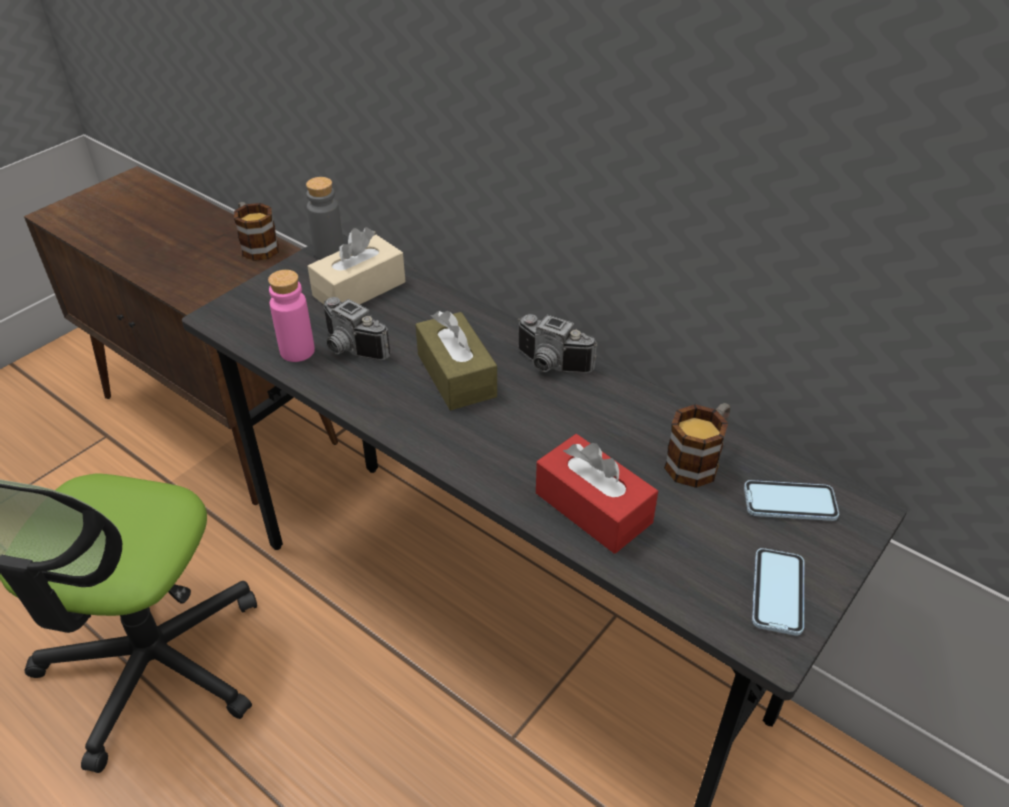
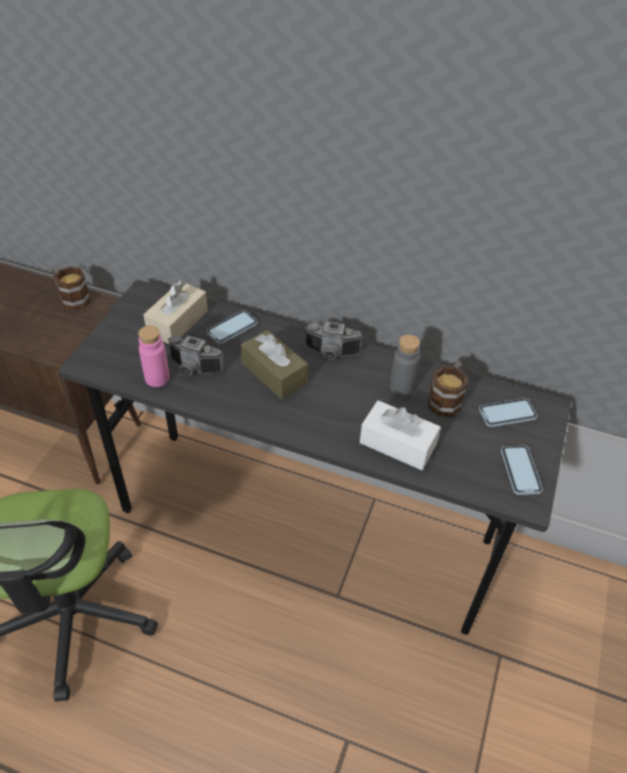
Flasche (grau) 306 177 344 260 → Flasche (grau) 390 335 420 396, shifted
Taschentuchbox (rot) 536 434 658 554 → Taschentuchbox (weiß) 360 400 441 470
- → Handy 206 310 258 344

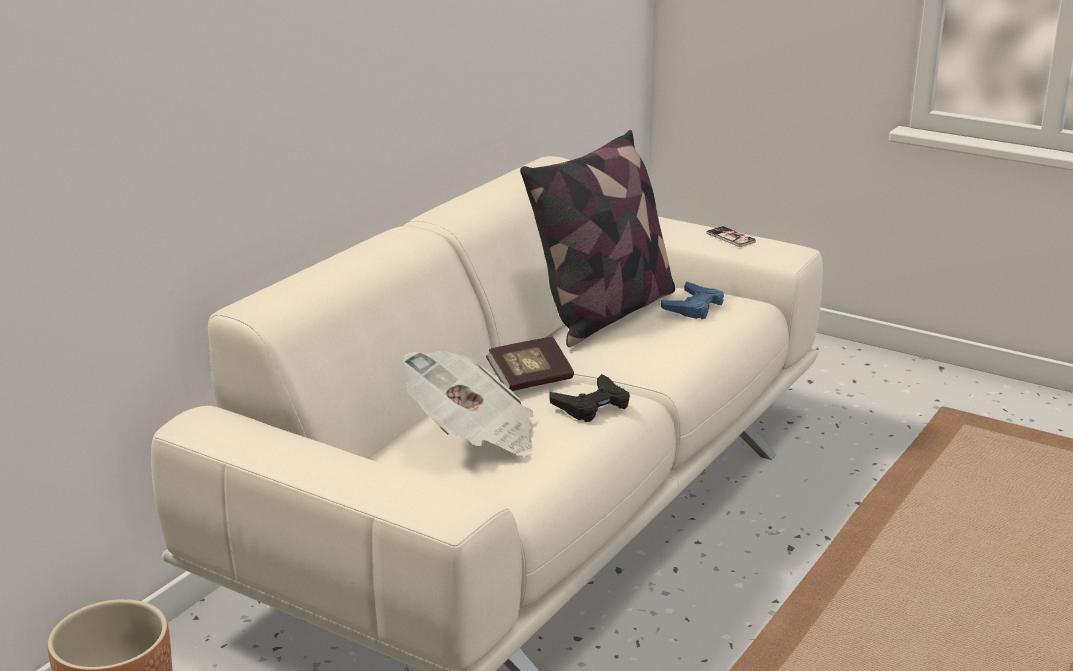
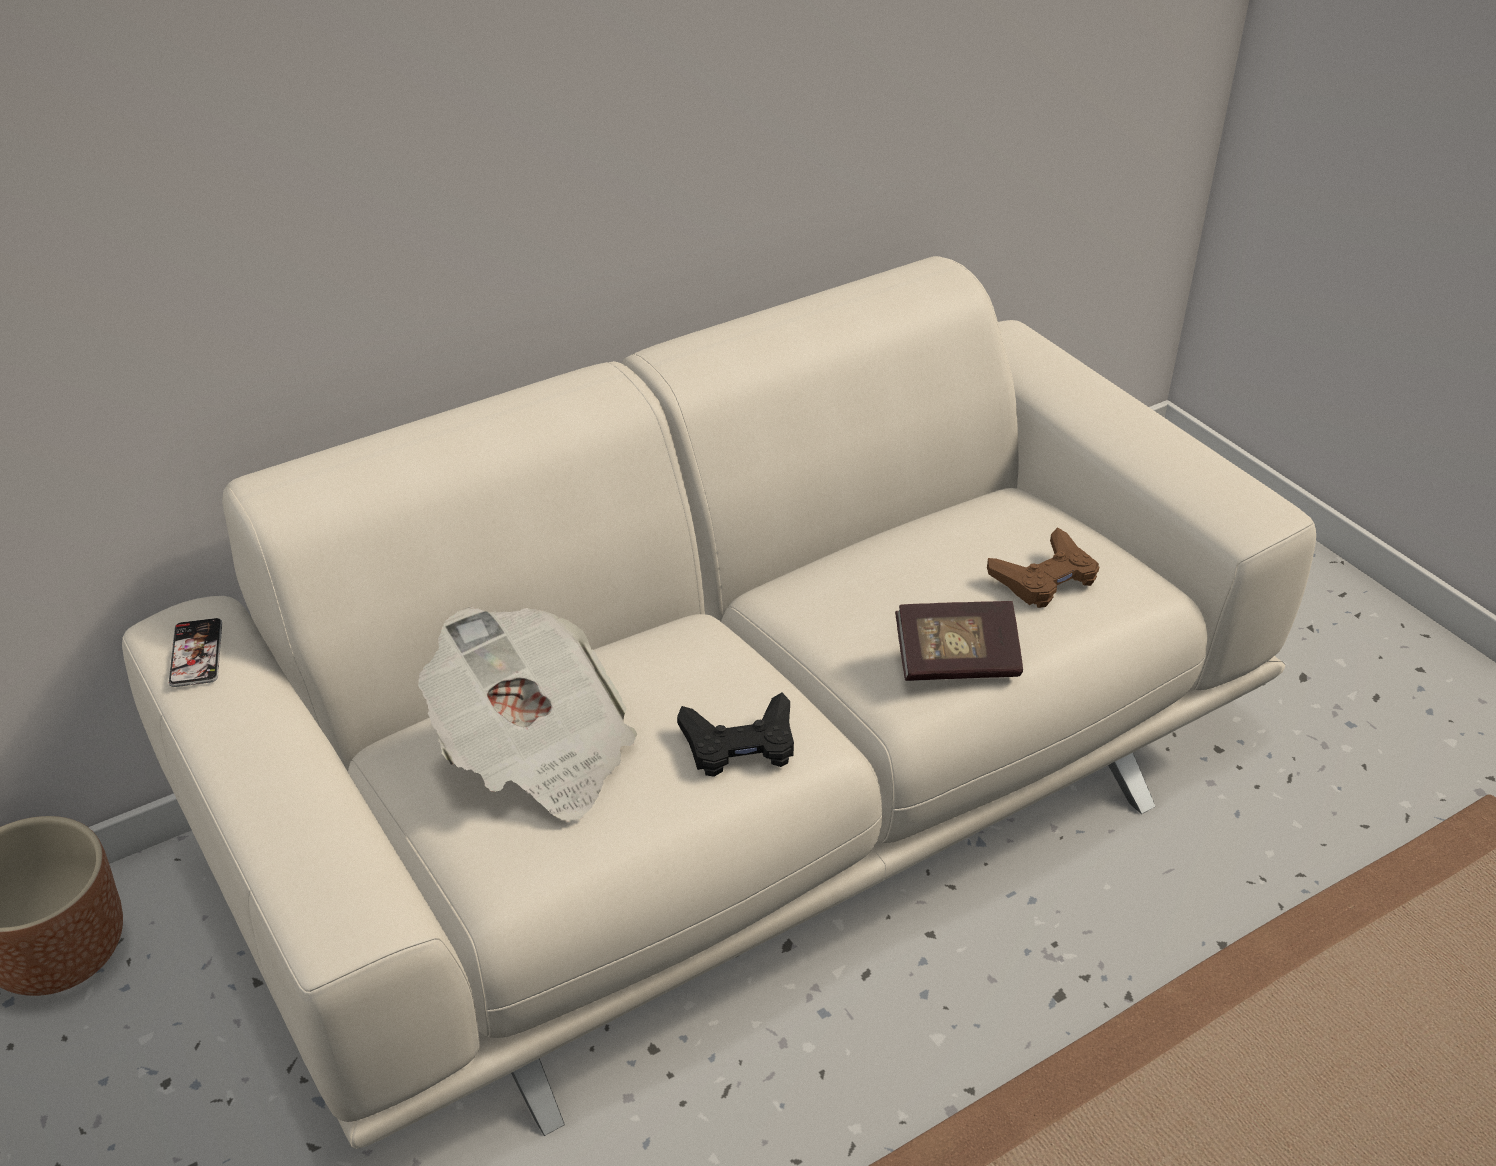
Kissen 520 130 675 347 → -
Handy 706 226 756 247 → Handy 169 618 222 687, shifted
Gamepad (blau) 661 282 724 319 → Gamepad (braun) 987 527 1099 608
Buch 486 336 574 391 → Buch 895 601 1023 681, shifted

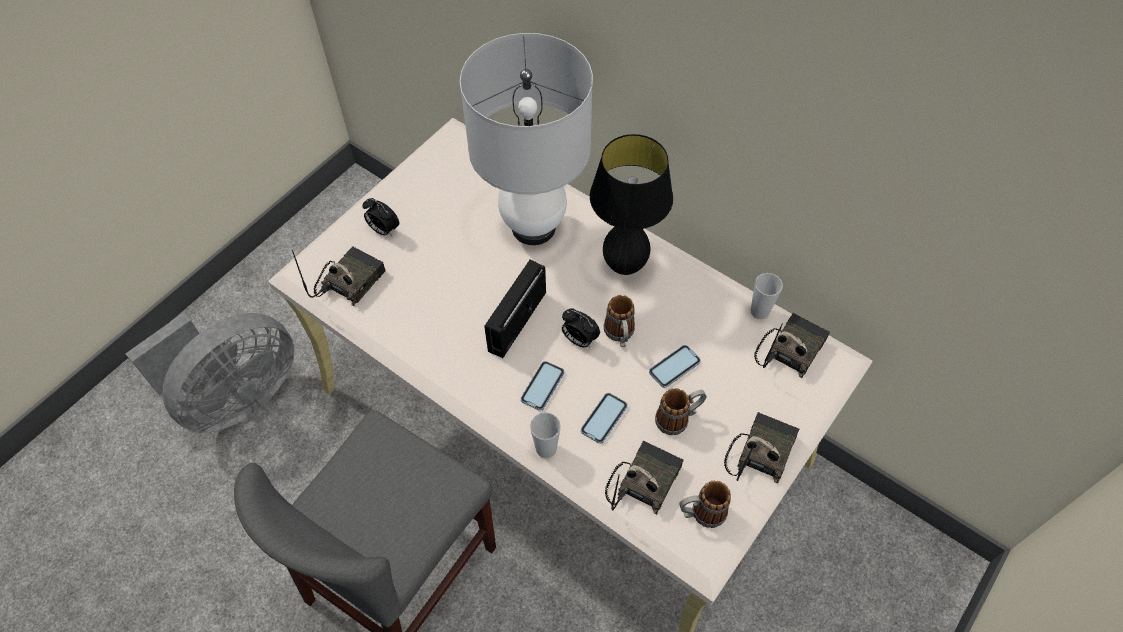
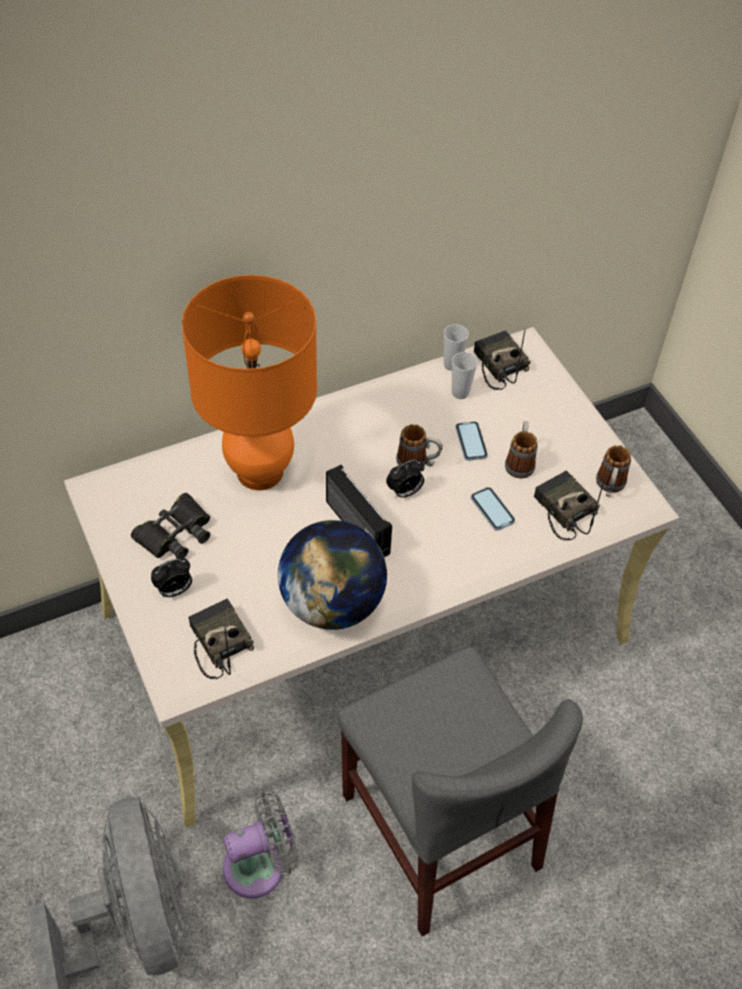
Tischlampe (weiß) 460 33 593 245 → Tischlampe (orange) 182 275 317 490
Tischlampe (schwarz) 590 134 673 275 → -
Handy 521 361 564 411 → -
Tasse 530 412 561 458 → Tasse 452 352 477 399, shifted
Radio 724 412 799 483 → -
- → Fernglas (schwarz) 131 493 210 558
- → Globus 278 520 387 630
- → Ventilator (grau) 223 790 299 898

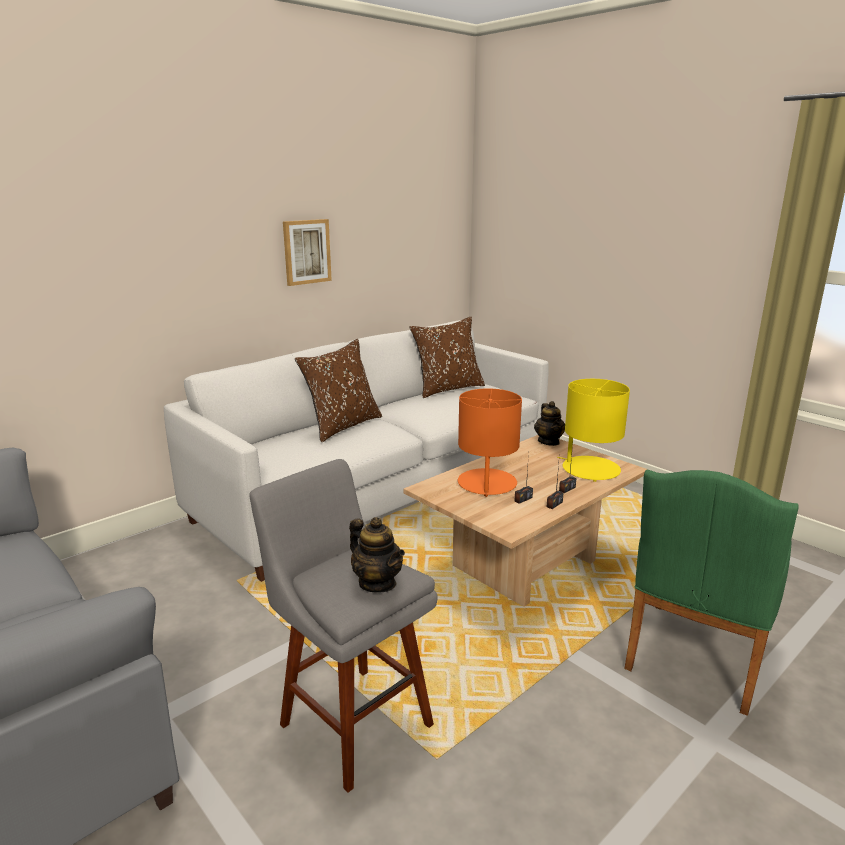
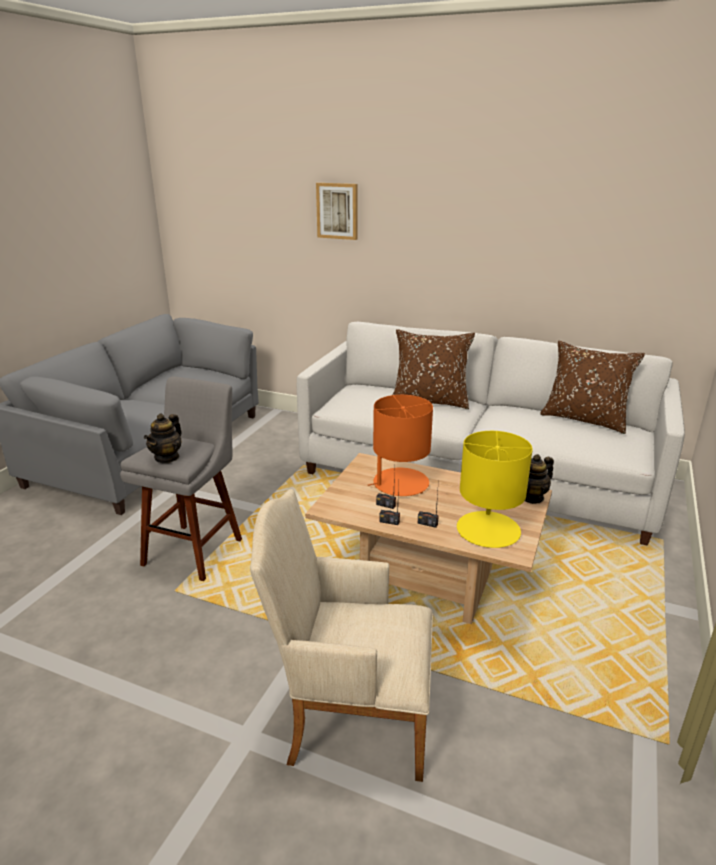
Bild 283 219 332 286 → Bild 316 183 357 240, shifted
Sessel (grün) 624 470 799 716 → Sessel (beige) 250 489 433 782

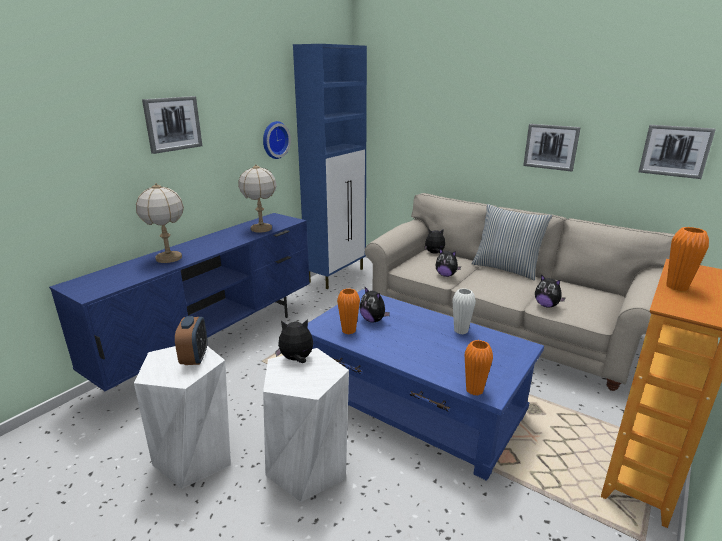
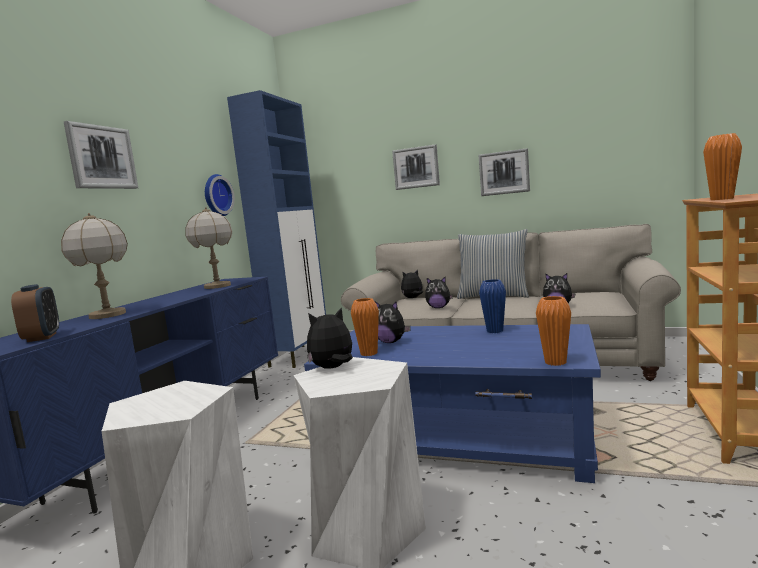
Bild 639 125 716 179 → Bild 392 144 440 190, shifted
Vase (weiß) 452 288 476 334 → Vase (blau) 479 279 506 333
Wecker 175 316 208 365 → Wecker 11 284 59 342, shifted

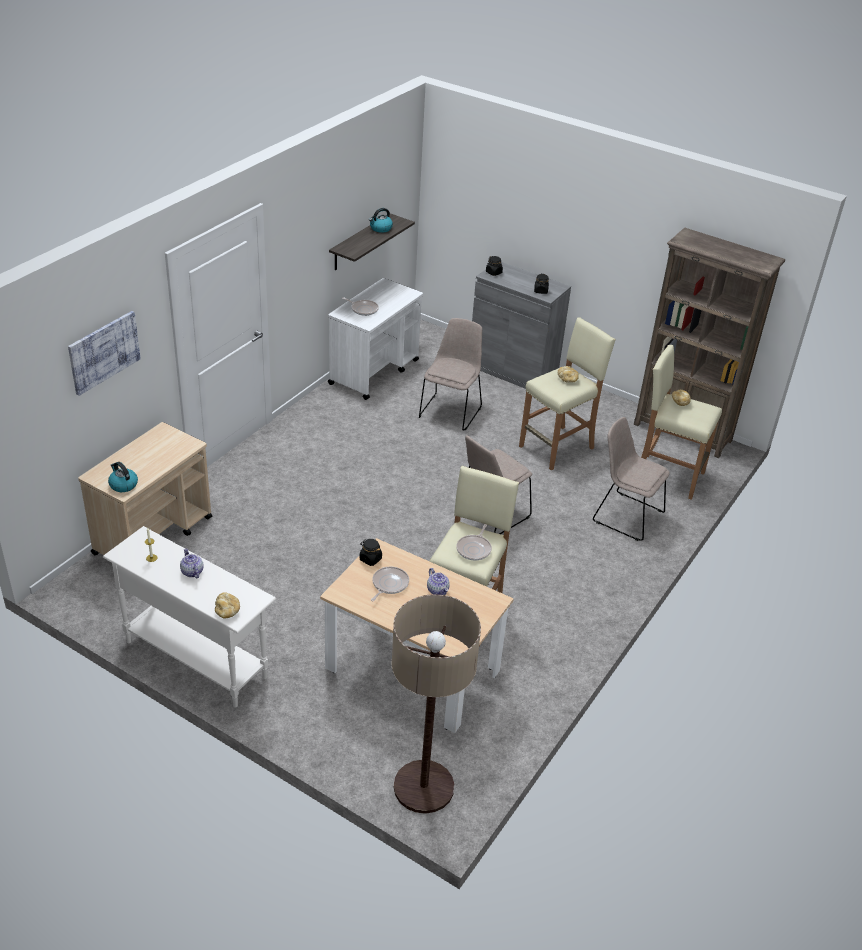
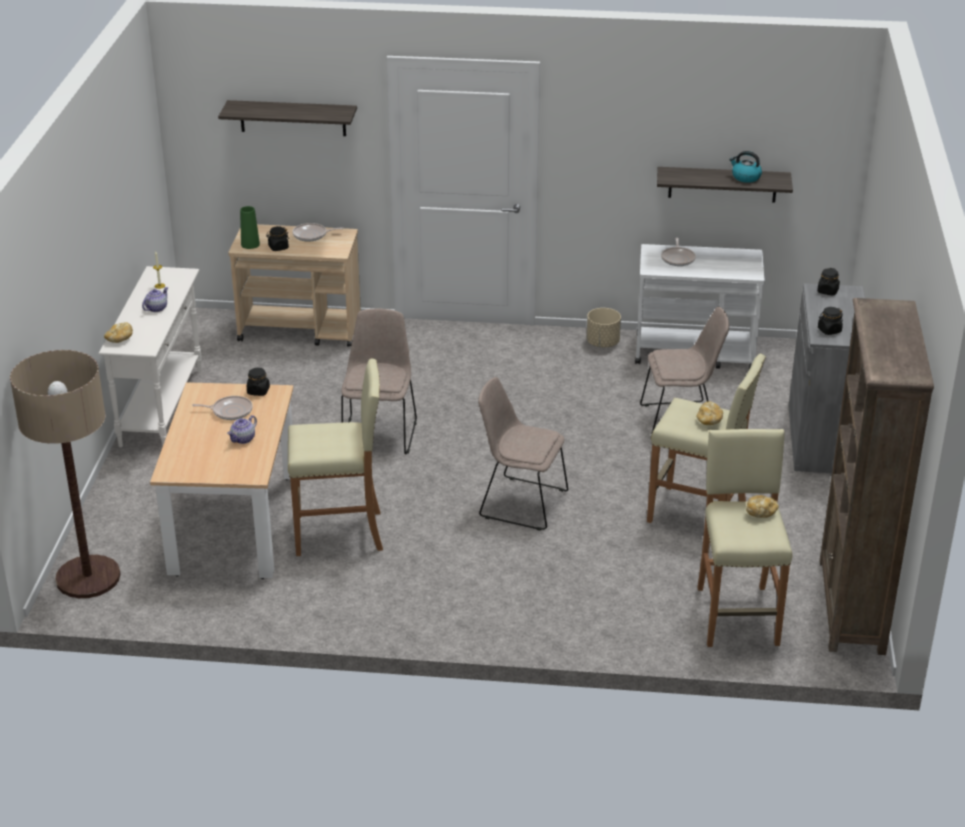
Bild 68 311 141 396 → Wandregal 218 100 357 136
Stuhl (beige) 593 417 670 541 → Stuhl (beige) 341 309 417 454, shifted
Wasserkessel 108 462 138 492 → Vase (grün) 240 206 260 249
Pfanne 456 524 492 561 → Pfanne 292 223 344 242, shifted
- → Vorratsglas (schwarz) 266 226 289 251
- → Pflanzkübel (beige) 587 308 621 347

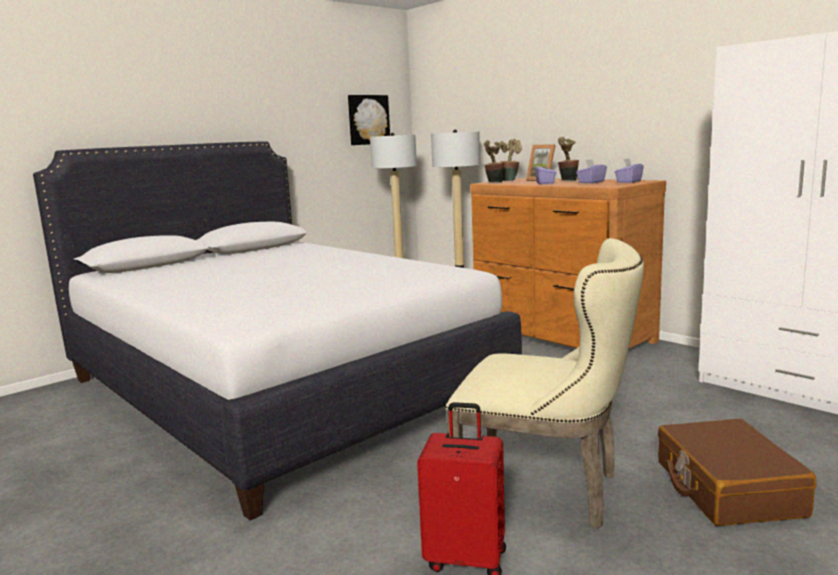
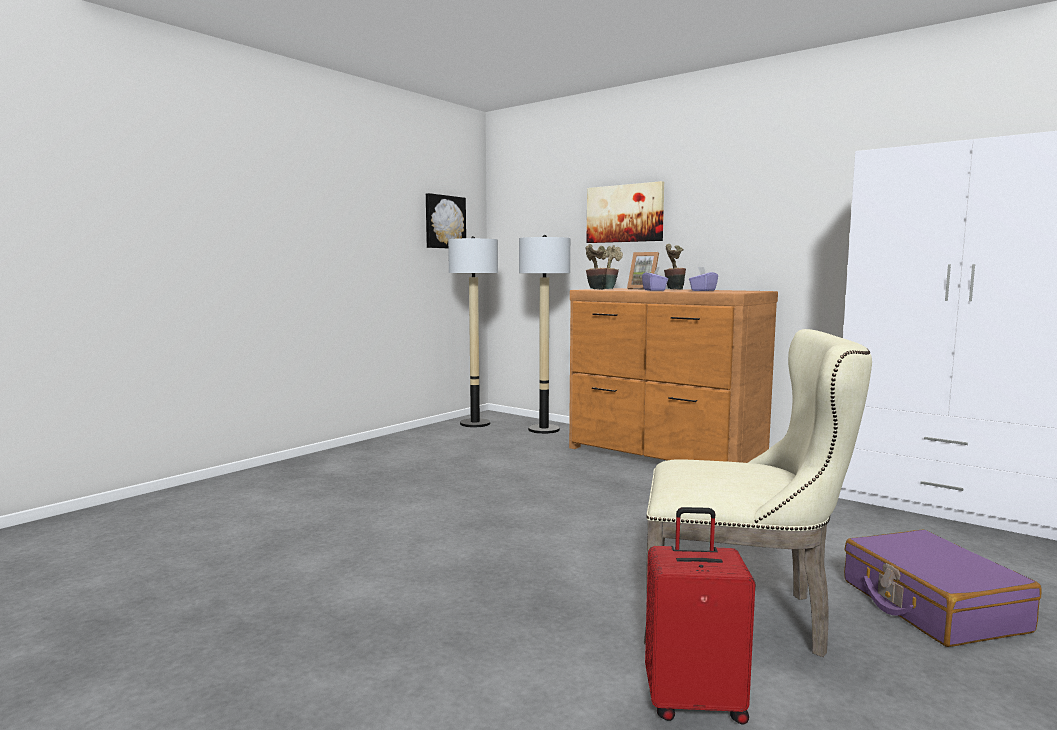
Bett (weiß) 33 141 522 520 → -
Taschentuchbox (lila) 615 158 644 183 → -
Koffer (braun) 658 419 816 526 → Koffer (lila) 844 530 1042 647
- → Bild 586 181 664 243

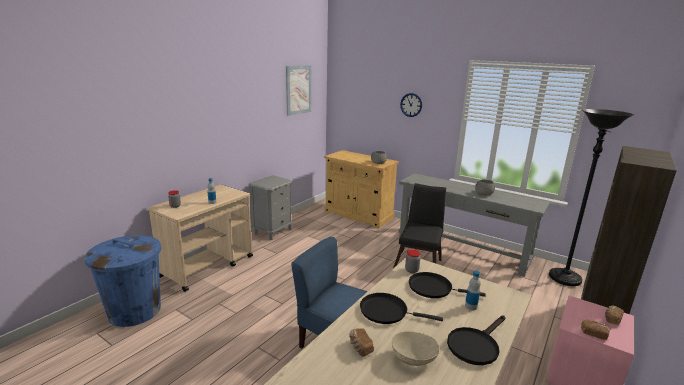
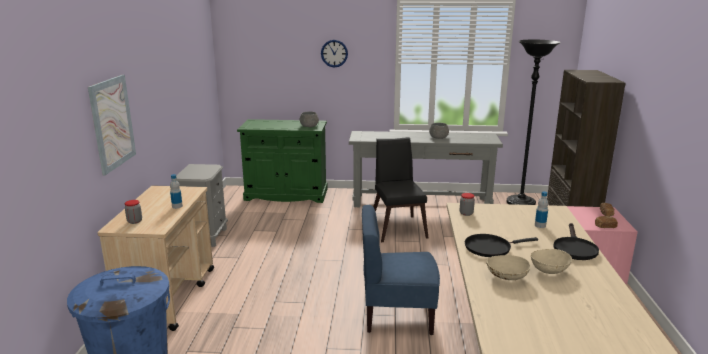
Bild 286 65 311 116 → Bild 88 75 136 175, shifted
Schrank (beige) 324 150 399 228 → Schrank (grün) 237 119 327 203
Pfanne (schwarz) 409 272 486 298 → -
Brot 349 328 374 357 → Schüssel (beige) 486 255 531 280

